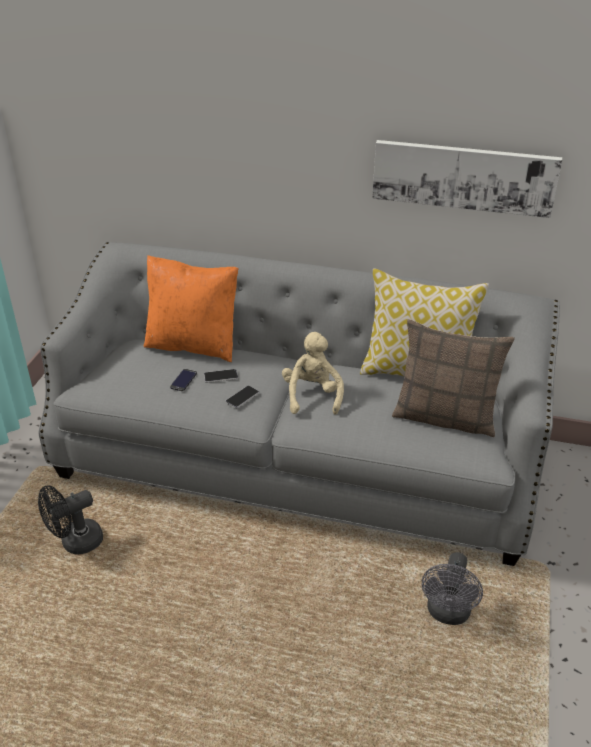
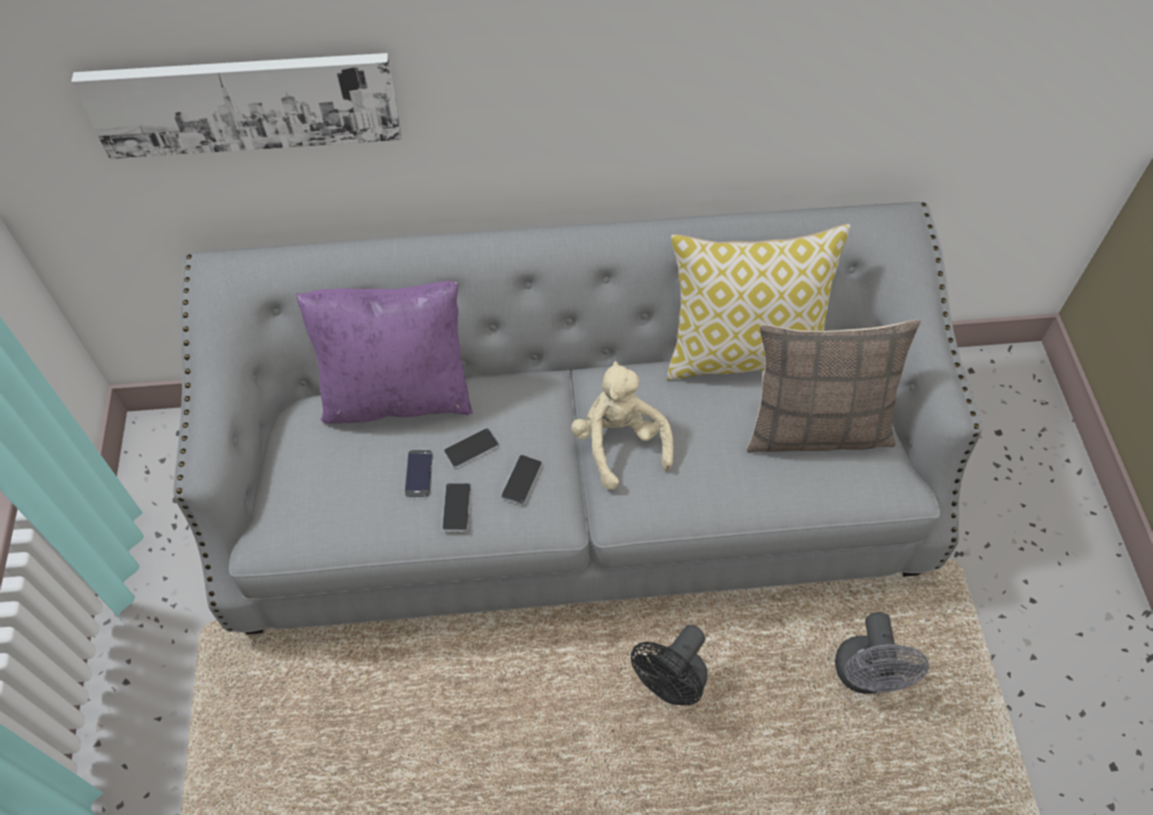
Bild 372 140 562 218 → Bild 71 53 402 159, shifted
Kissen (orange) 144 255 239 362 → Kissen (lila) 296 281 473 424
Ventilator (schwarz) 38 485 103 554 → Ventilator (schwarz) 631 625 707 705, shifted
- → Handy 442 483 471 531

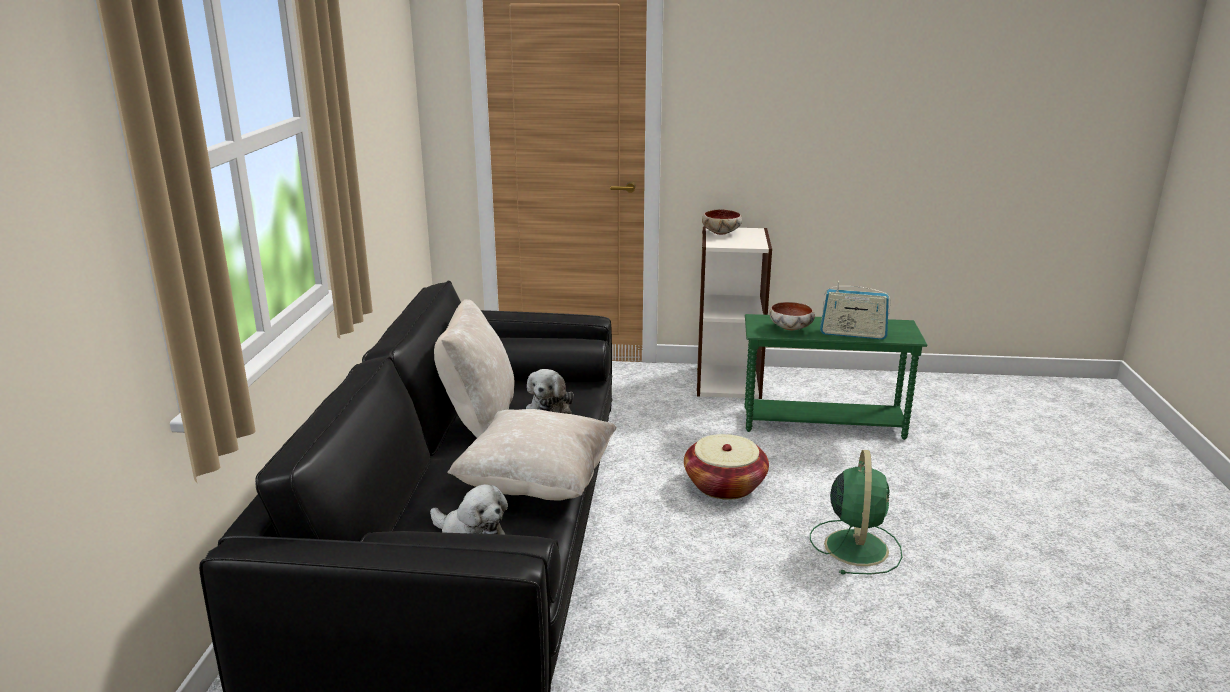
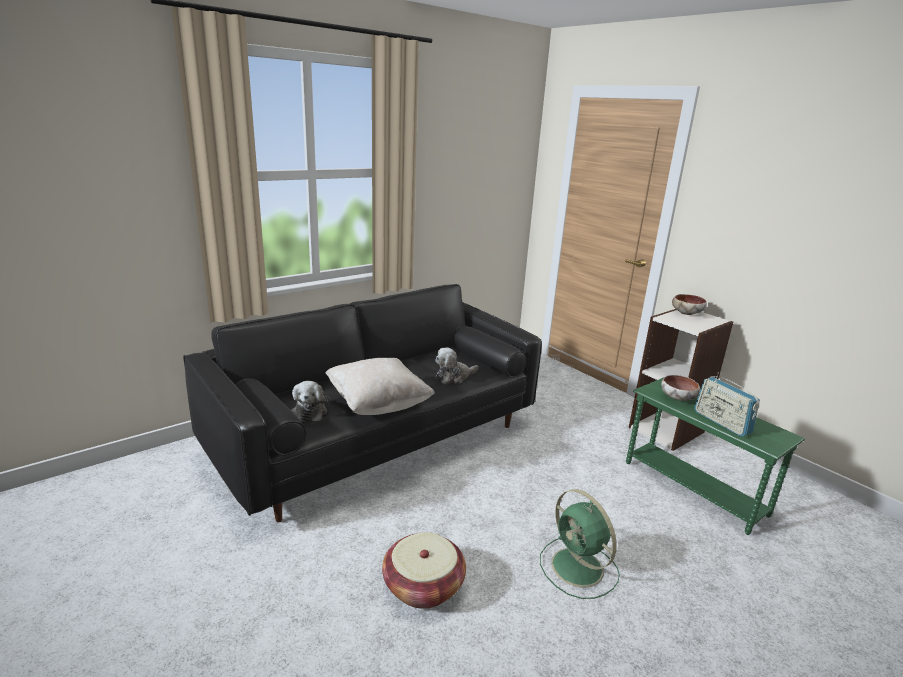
Kissen (beige) 434 299 515 438 → -
Korb 684 434 769 500 → Korb 382 532 466 609, shifted
Ventilator (grün) 810 450 903 575 → Ventilator (grün) 540 489 620 599, 90 degrees clockwise

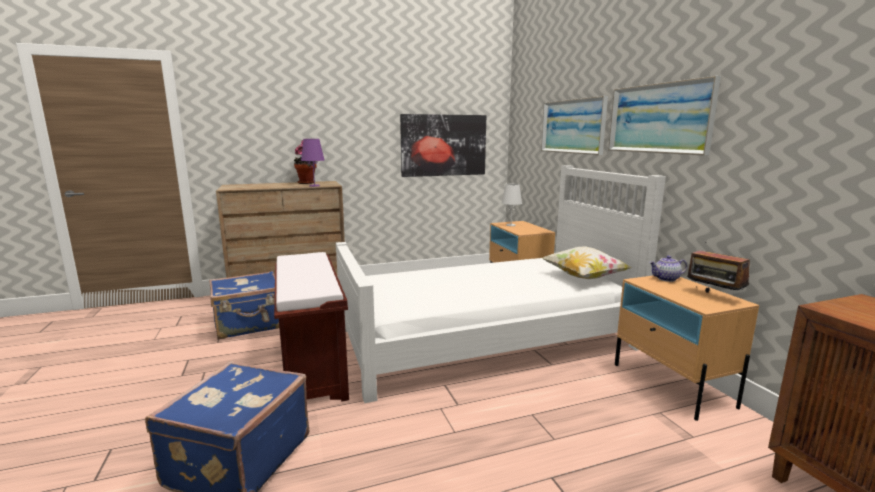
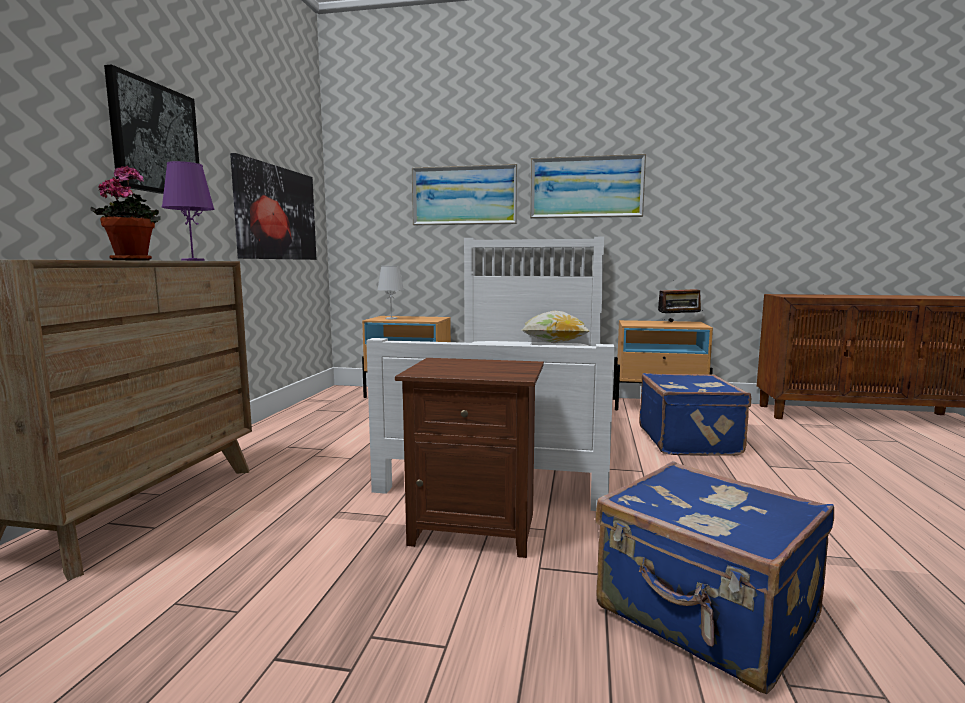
Bank (braun) 274 252 349 402 → Nachttisch (braun) 395 358 544 558
Teekanne 649 256 687 282 → -
Koffer (blau) 209 271 279 340 → Koffer (blau) 639 373 751 456, shifted
- → Bild 104 64 199 194

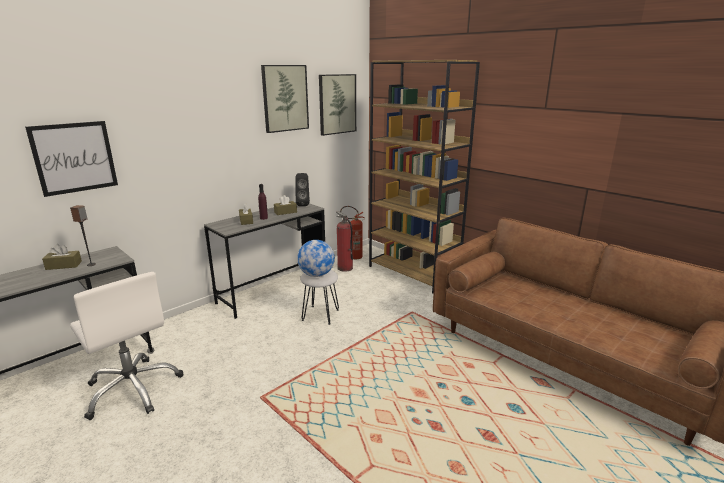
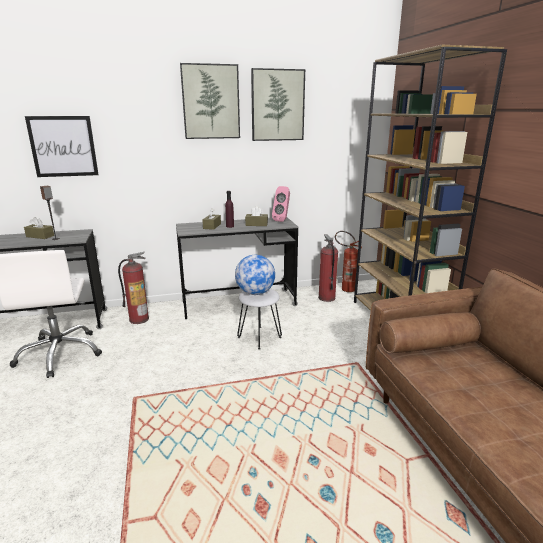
Bild 319 74 356 136 → Bild 180 63 240 139, shifted
Lautsprecher (schwarz) 295 173 310 206 → Lautsprecher (rosa) 272 186 290 222
- → Feuerlöscher 118 252 149 324

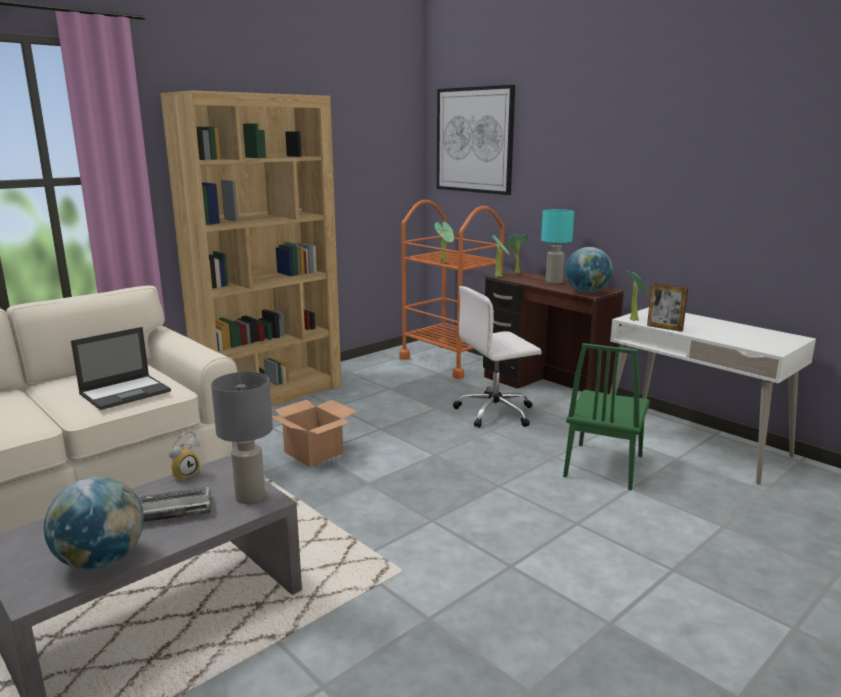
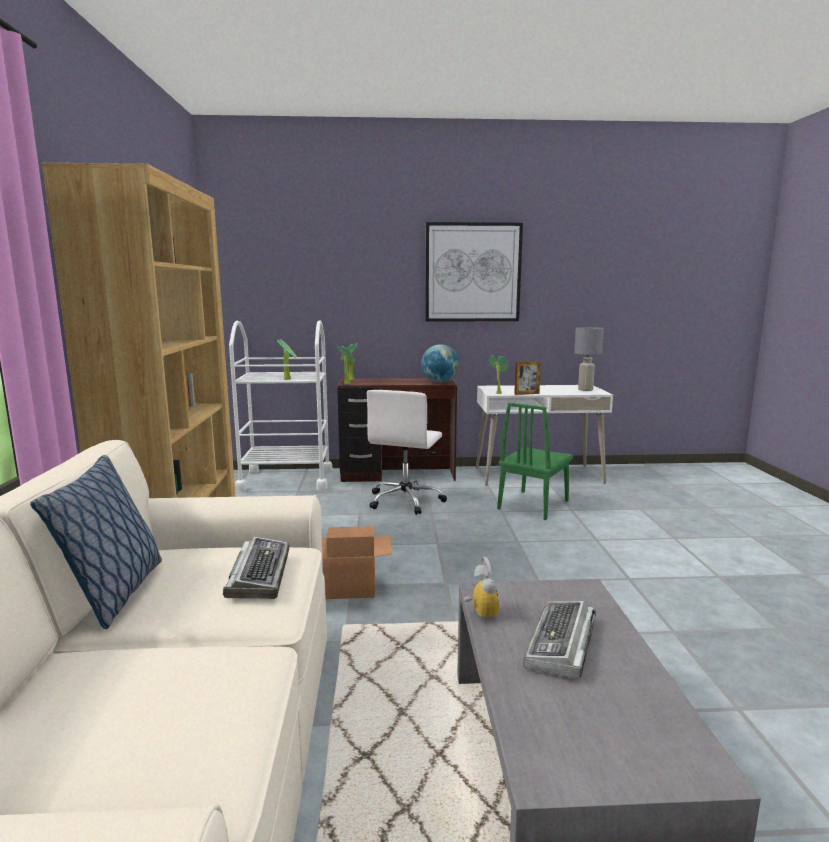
Bild 437 85 515 195 → Bild 425 222 523 322, shifted
Rollwagen (orange) 399 200 504 379 → Rollwagen (weiß) 229 320 333 491
Tischlampe (türkis) 541 209 574 284 → -
Laptop 71 327 171 410 → Tastatur 223 537 290 599
Stuhl (grün) 563 343 650 490 → Stuhl (grün) 497 402 573 520, 60 degrees clockwise
Tischlampe (grau) 211 372 273 504 → Tischlampe (grau) 574 327 604 391, shifted
Globus 44 477 144 570 → -
- → Kissen 30 455 162 629

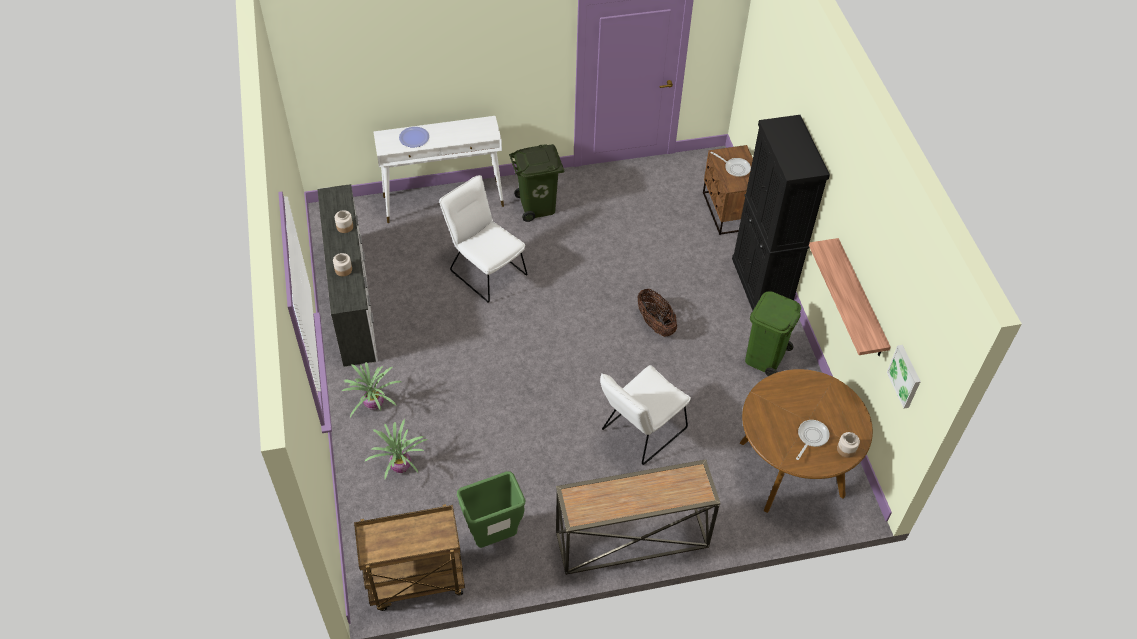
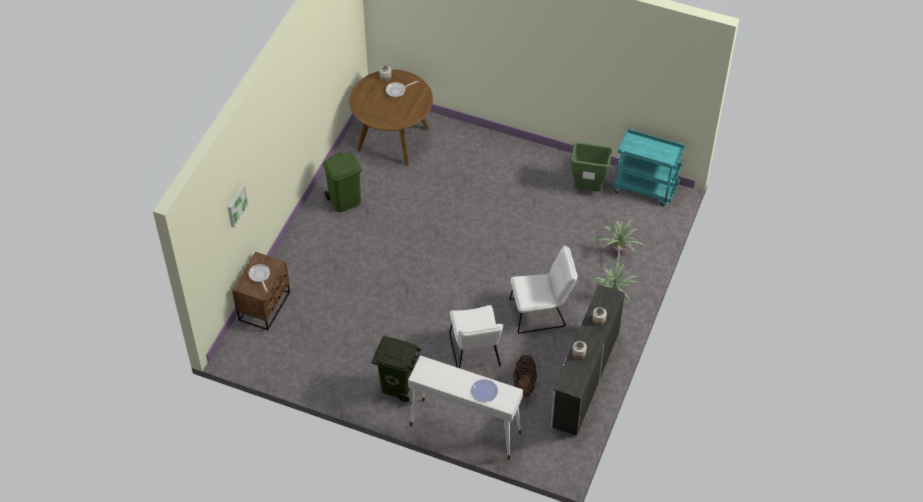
Schrank (schwarz) 732 115 830 311 → -
Wandregal 809 238 891 356 → -
Korb 637 289 677 337 → Korb 513 355 537 398, shifted
Bild 887 345 921 408 → Bild 228 185 249 228, shifted
Stuhl (weiß) 600 365 691 465 → Stuhl (weiß) 509 245 578 334, shifted
Konsolentisch 556 459 721 575 → -
Rollwagen (braun) 354 504 465 611 → Rollwagen (türkis) 614 129 685 206

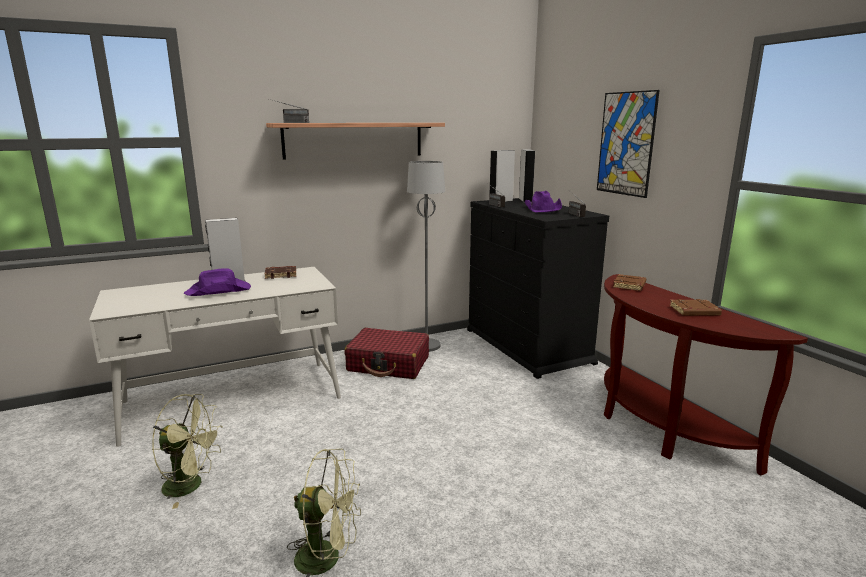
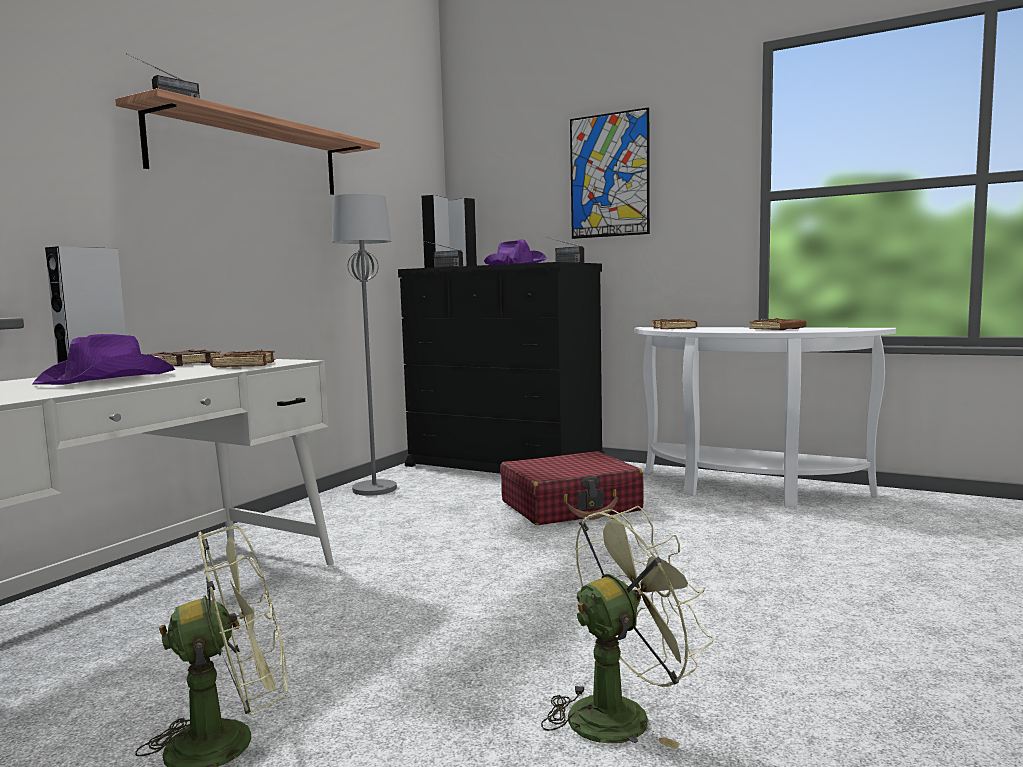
Konsolentisch (braun) 604 274 808 476 → Konsolentisch (weiß) 635 327 896 507
Koffer (rot) 344 328 429 379 → Koffer (rot) 500 451 644 525, shifted
- → Buch (braun) 210 349 275 368

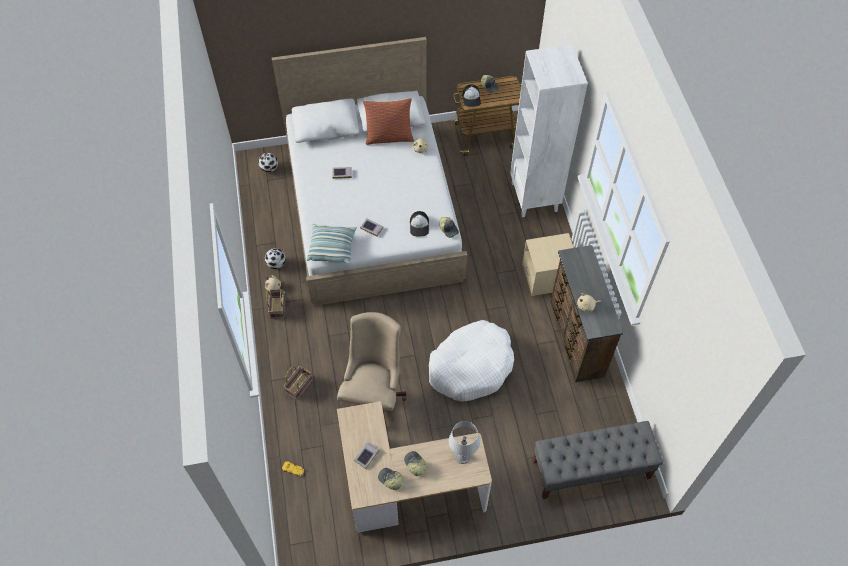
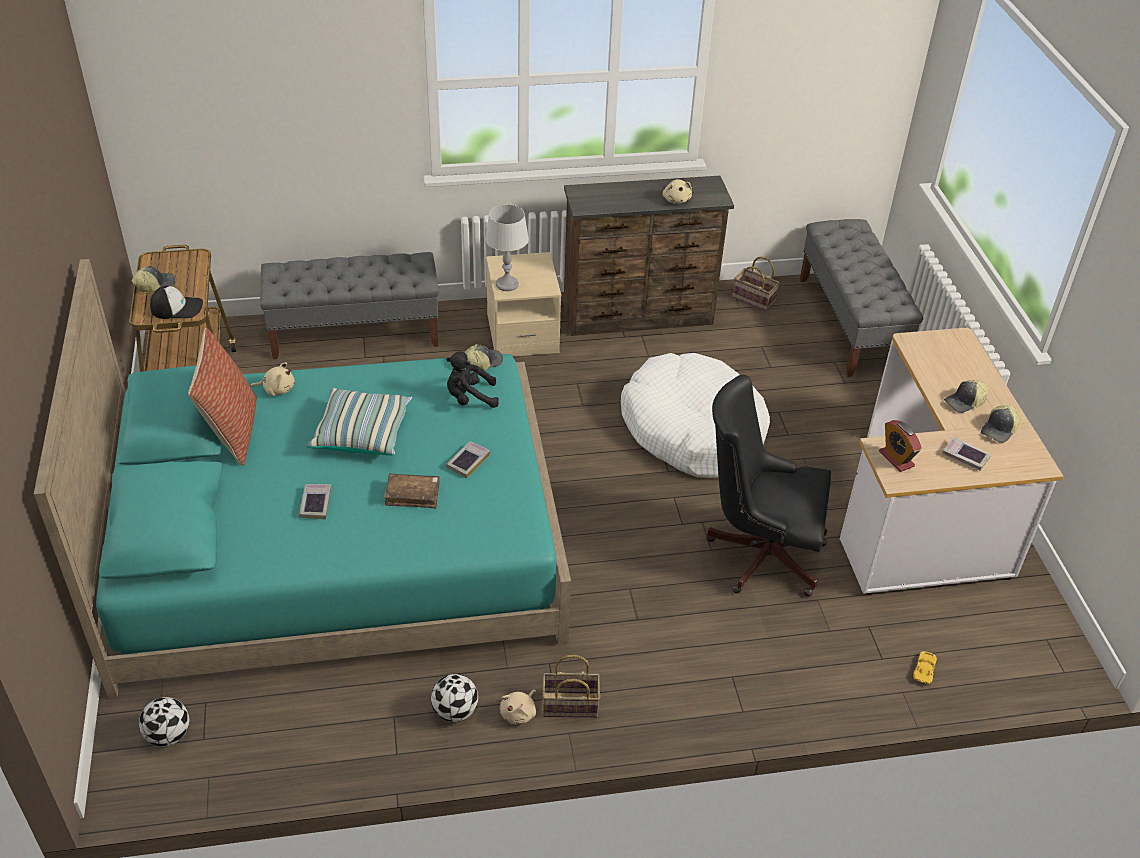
Bett (weiß) 272 37 467 306 → Bett (türkis) 34 259 571 698
Bücherregal (weiß) 510 44 588 217 → Bank (grau) 260 252 439 359
Kappe 410 211 429 236 → Plüschtier (schwarz) 446 351 499 408
Kissen 307 224 357 264 → Kissen 306 387 412 456, shifted
Bürostuhl (beige) 337 312 407 411 → Bürostuhl (schwarz) 706 375 831 596
Korb 284 366 313 400 → Korb 732 256 780 311, shifted
Tischlampe (grau) 449 421 480 464 → Tischlampe (grau) 485 204 529 291, shifted
- → Wecker 879 420 922 472
- → Buch (braun) 384 473 440 508

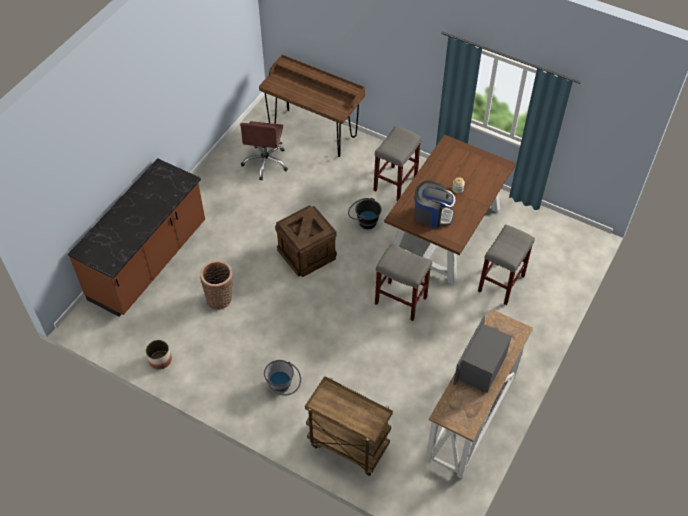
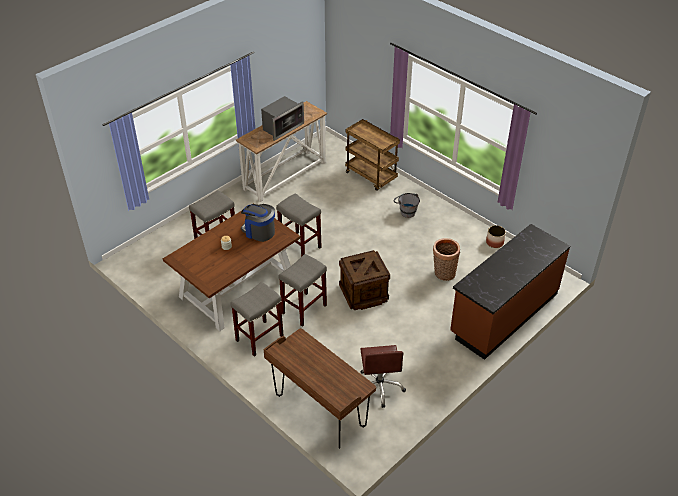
Bürostuhl (braun) 240 121 288 180 → Bürostuhl (braun) 360 345 406 408, 150 degrees clockwise
Eimer (schwarz) 348 198 382 229 → Hocker (grau) 279 254 327 327

